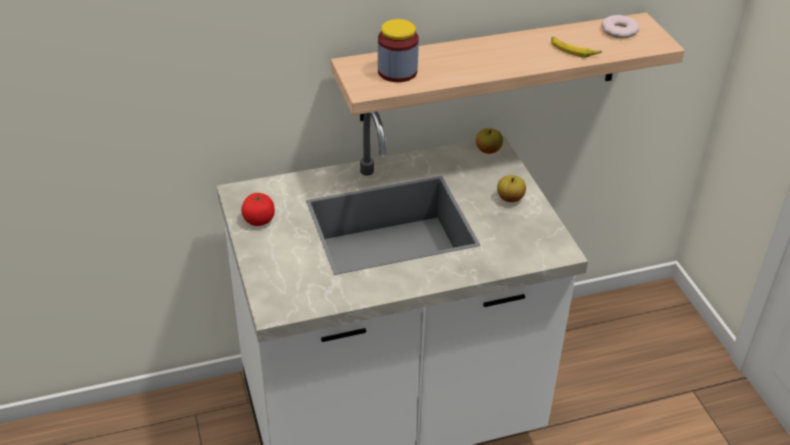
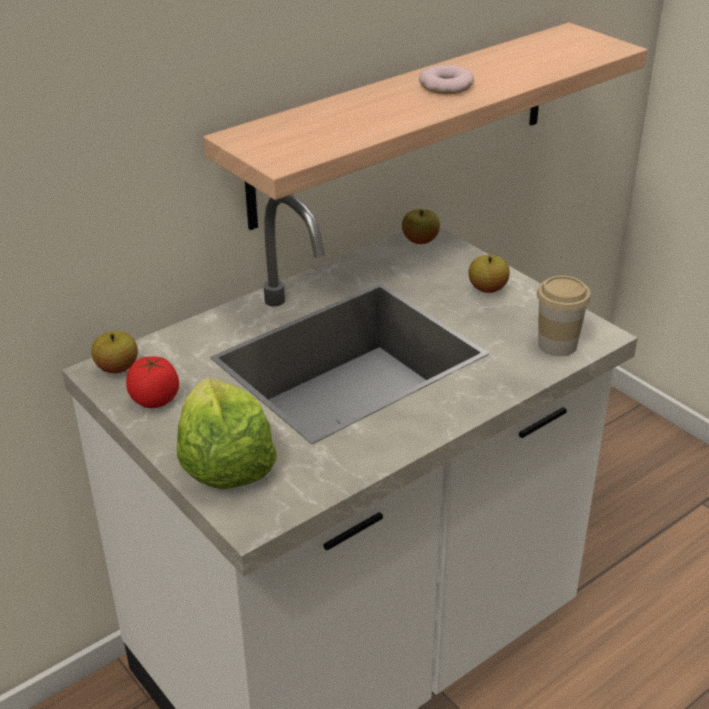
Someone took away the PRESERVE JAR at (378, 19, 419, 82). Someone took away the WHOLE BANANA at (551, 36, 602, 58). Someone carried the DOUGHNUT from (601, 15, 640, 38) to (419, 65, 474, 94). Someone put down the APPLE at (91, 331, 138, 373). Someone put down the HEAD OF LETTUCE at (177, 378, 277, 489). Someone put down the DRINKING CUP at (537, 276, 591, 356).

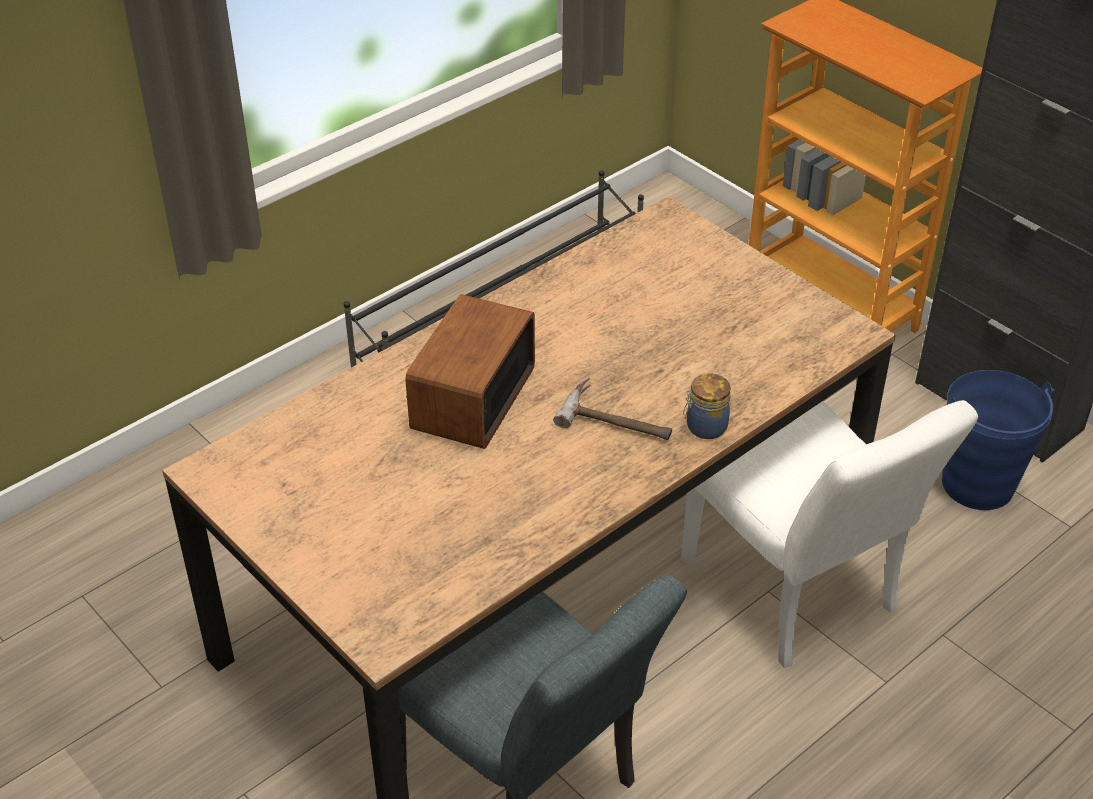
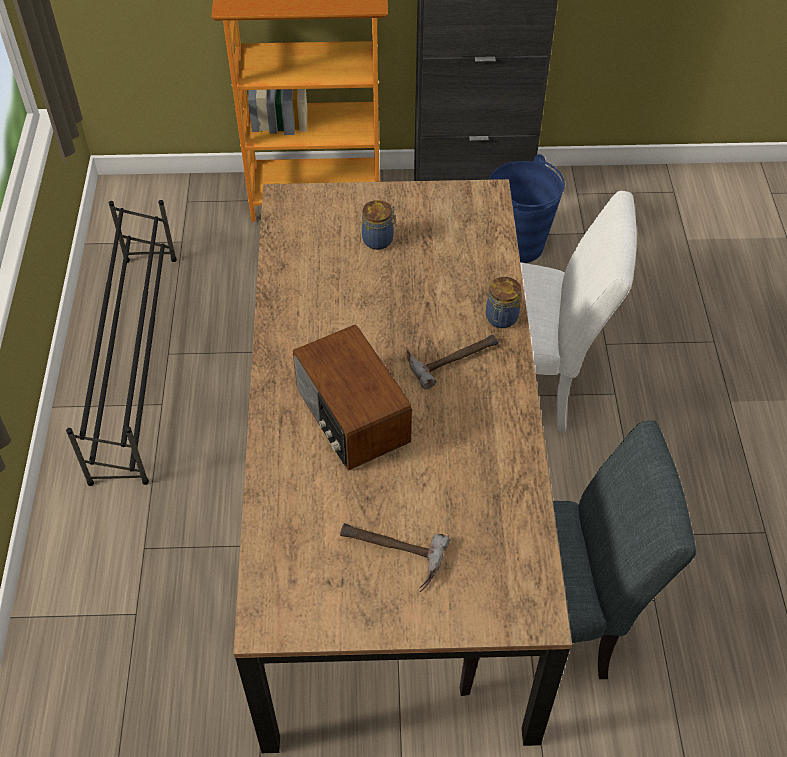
Someone put down the HAND HAMMER at (340, 523, 450, 592). Someone put down the PRESERVE JAR at (362, 200, 396, 250).

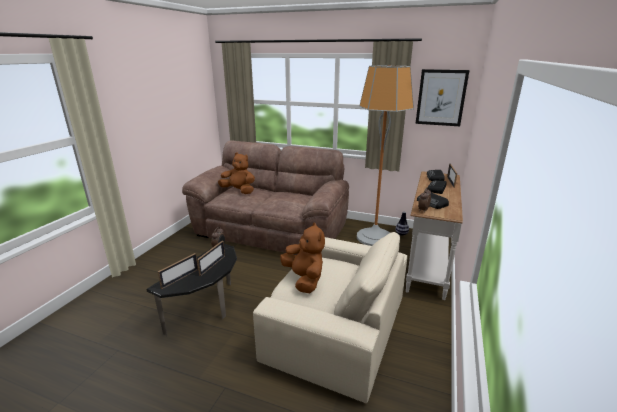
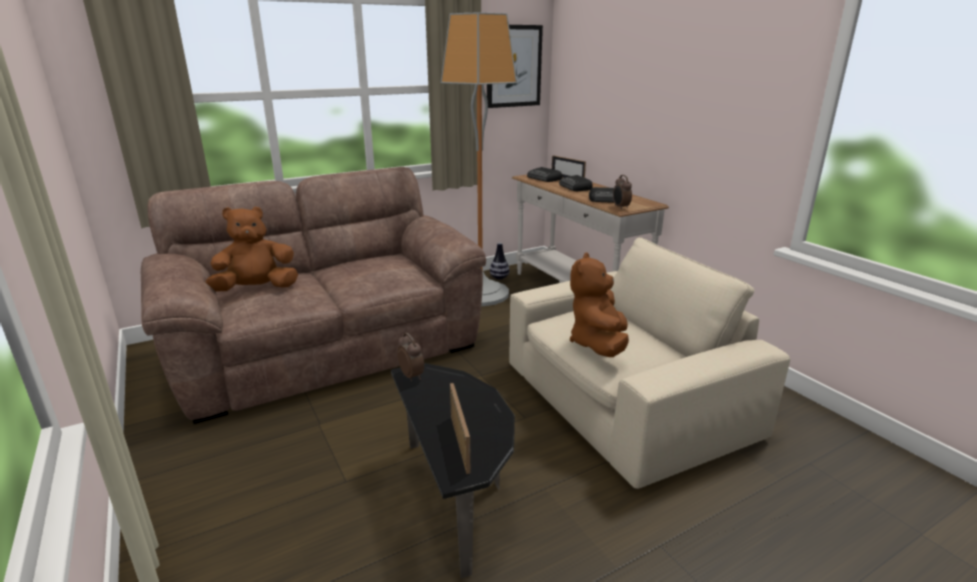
Someone took away the PHOTO FRAME at (197, 241, 225, 276). Someone rotated the BROWN-COLOURED PLUSH TOY at (280, 222, 325, 293) by 90 degrees counterclockwise.

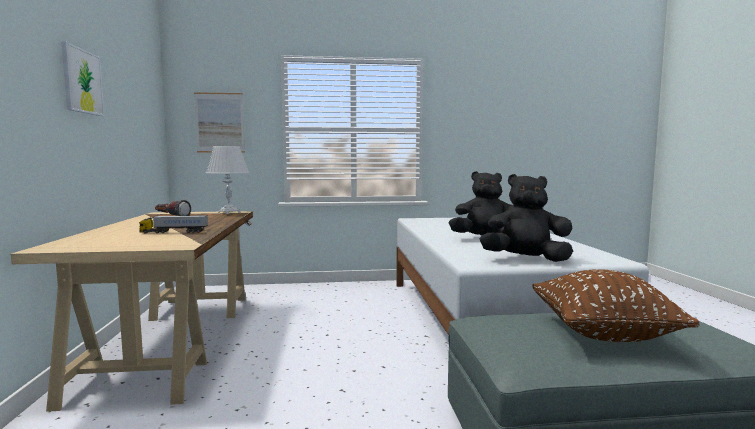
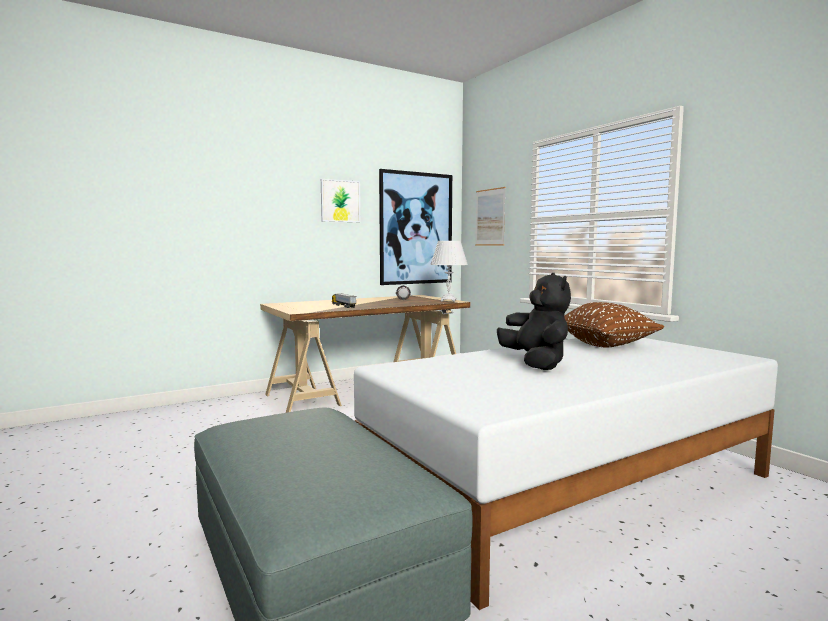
Someone took away the BLACK-COLOURED PLUSH TOY at (480, 174, 573, 262). Someone carried the BROWN-COLOURED CUSHION from (532, 269, 700, 342) to (564, 302, 664, 348). Someone put up the WALL ART at (379, 169, 452, 285).

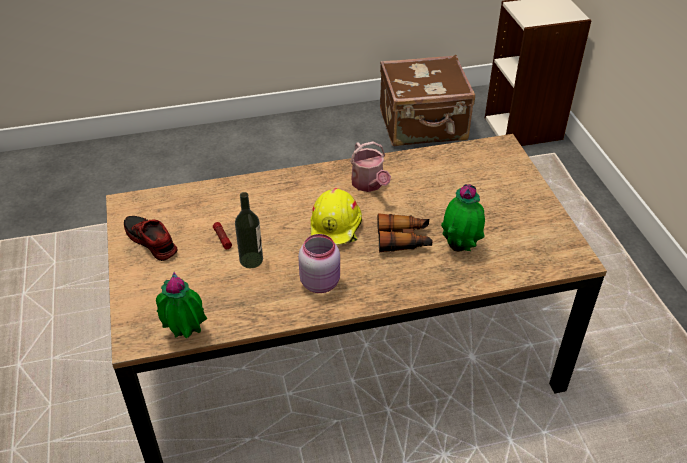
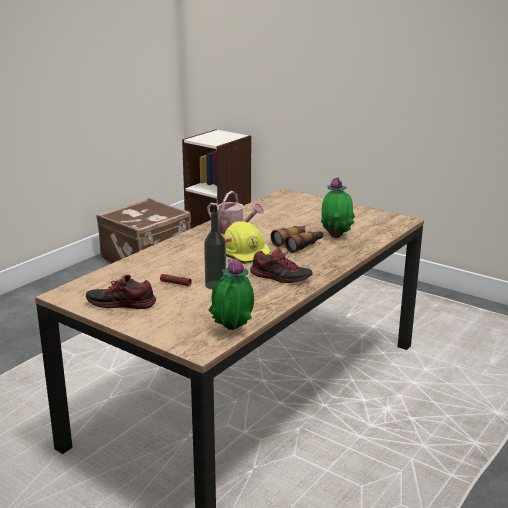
Someone swapped the PINK-COLOURED PRESERVE JAR at (298, 234, 340, 293) for the ITEM OF FOOTWEAR at (250, 248, 312, 283).

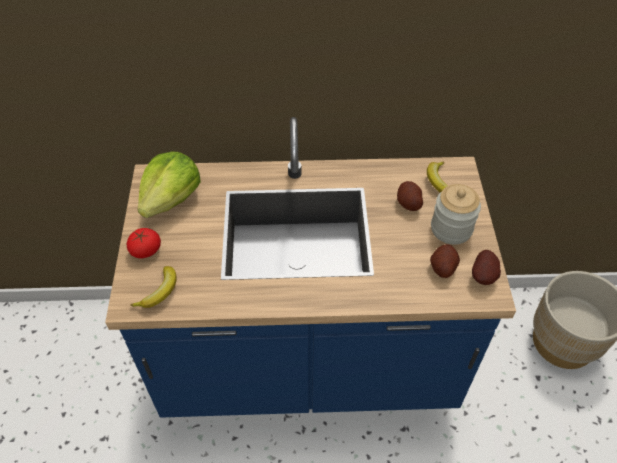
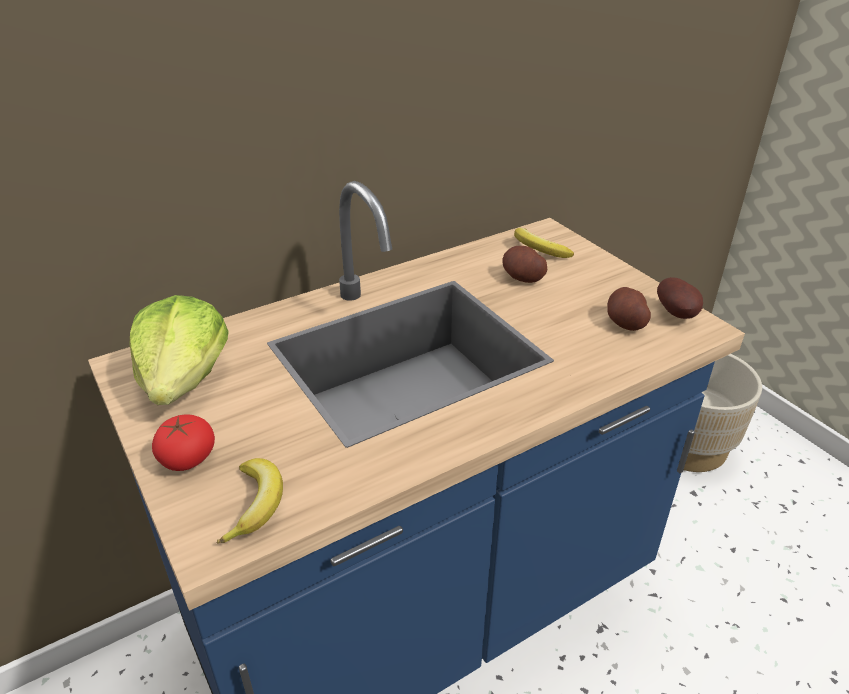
Someone took away the PRESERVE JAR at (431, 184, 481, 244).

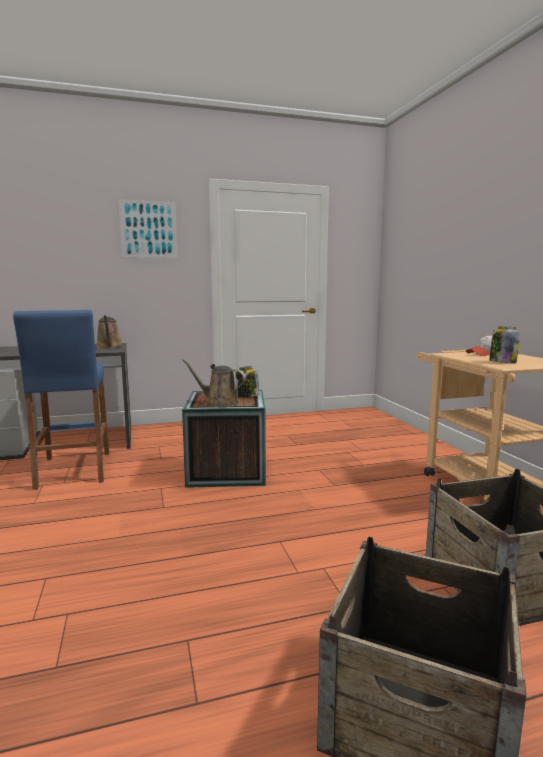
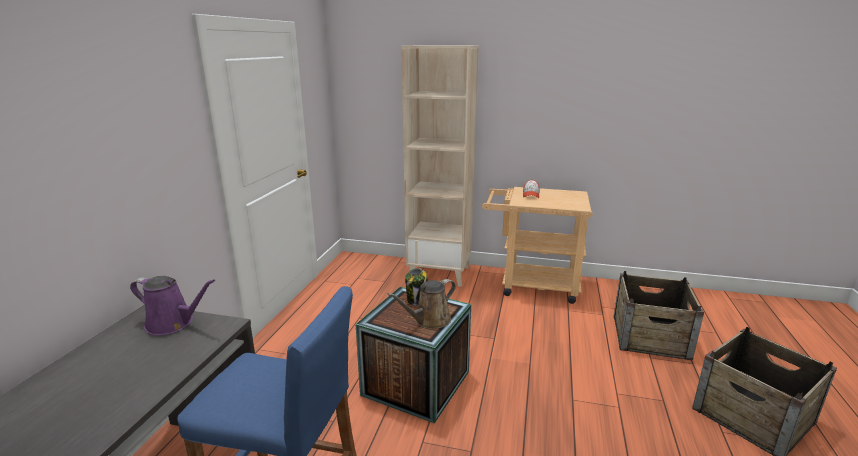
Someone repainted the BROWN-COLOURED WATERING POT at (96, 315, 123, 348), which became the PURPLISH WATERING POT at (130, 276, 215, 335). Someone took away the WALL ART at (119, 199, 178, 258). Someone took away the PRESERVE JAR at (489, 326, 520, 363). Someone put down the SAND-COLOURED BOOKSHELF at (401, 46, 479, 287).

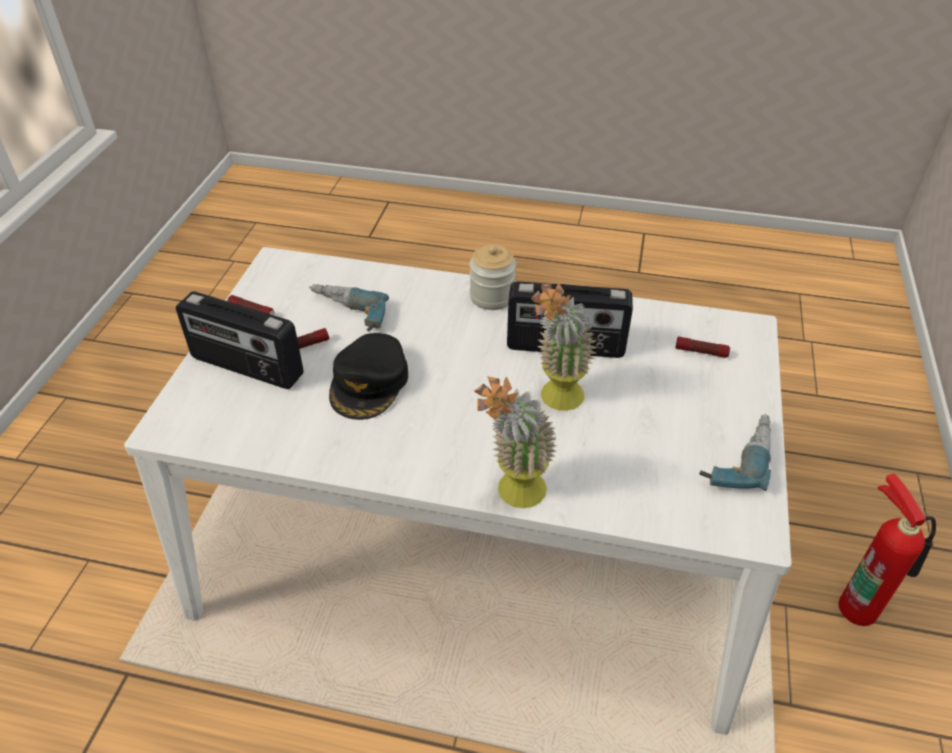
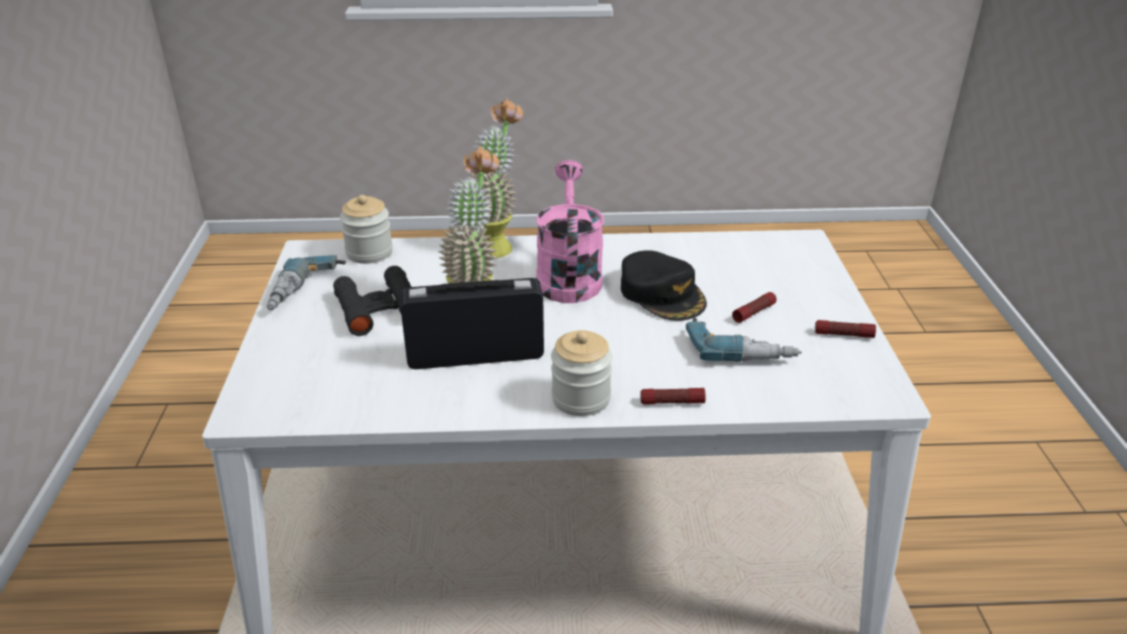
Someone took away the RADIO RECEIVER at (176, 291, 304, 389). Someone rotated the BLACK-COLOURED PEAKED CAP at (329, 333, 408, 420) by 150 degrees clockwise. Someone carried the HAND TORCH from (675, 336, 730, 358) to (640, 388, 705, 404). Someone took away the EXTINGUISHER at (838, 474, 936, 626). Someone put down the BLACK-COLOURED PAIR OF BINOCULARS at (333, 266, 412, 336). Someone put down the PRESERVE JAR at (340, 195, 393, 264). Someone put down the PINK-COLOURED WATERING POT at (536, 160, 604, 303).

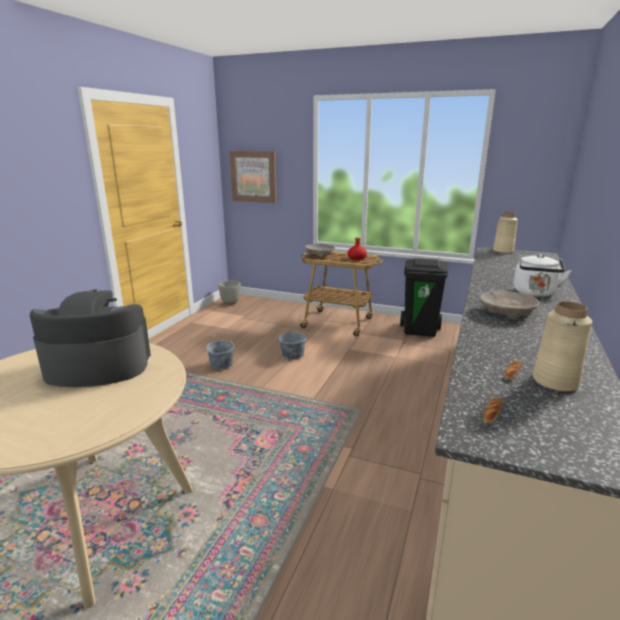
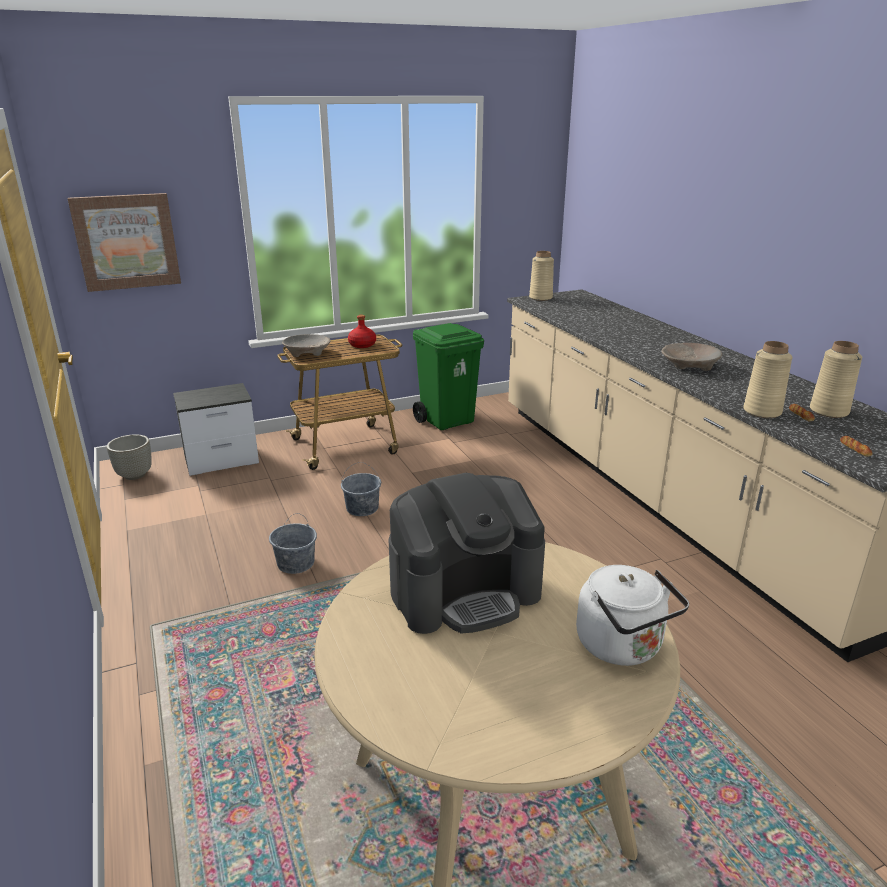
Someone rotated the COFFEE MACHINE at (30, 290, 151, 387) by 150 degrees counterclockwise. Someone repainted the BLACK-COLOURED WASTE BIN at (400, 258, 448, 337), which became the GREEN WASTE BIN at (413, 323, 484, 430). Someone carried the WHITISH TEA KETTLE from (513, 254, 571, 297) to (576, 565, 689, 666). Someone put down the NIGHTSTAND at (173, 383, 259, 476). Someone put down the SAND-COLOURED FLOWER VASE at (744, 341, 793, 418).

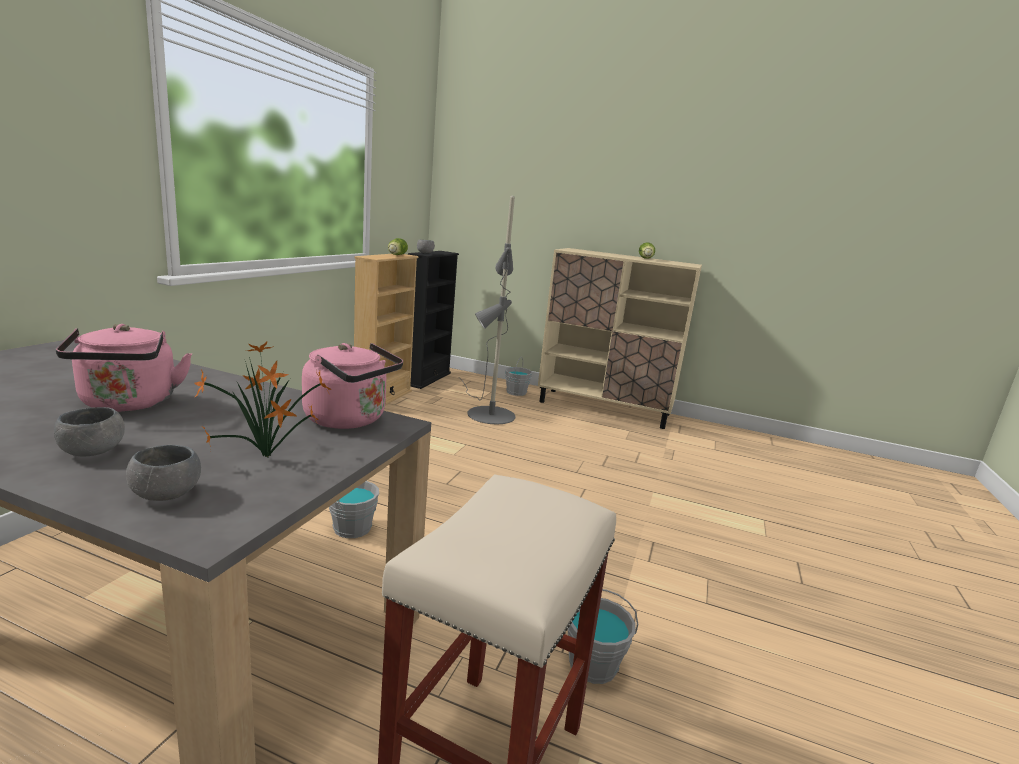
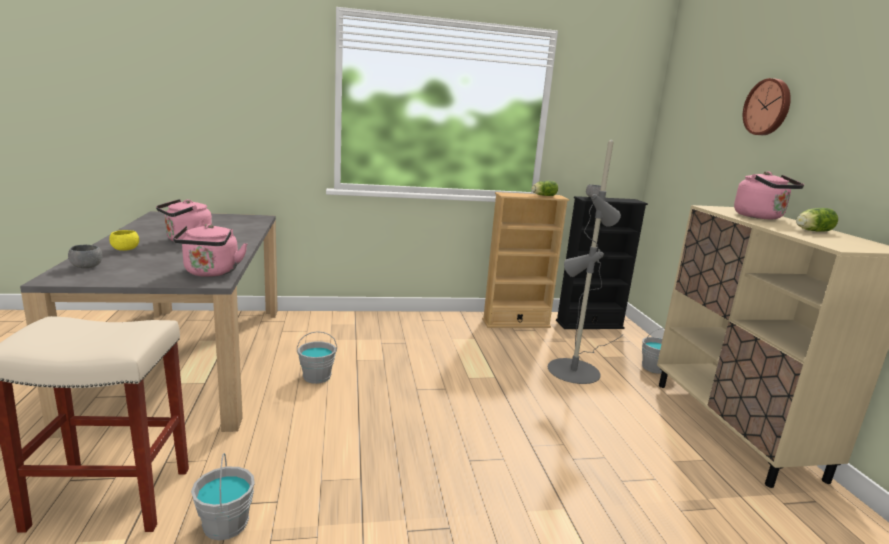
Someone repainted the GREY DEEP DISH at (54, 407, 125, 457), which became the YELLOW-COLOURED DEEP DISH at (109, 230, 139, 251). Someone took away the HOUSEPLANT at (194, 341, 331, 458). Someone put down the PINK-COLOURED TEA KETTLE at (734, 171, 804, 219). Someone put up the WALL CLOCK at (743, 78, 791, 135).

